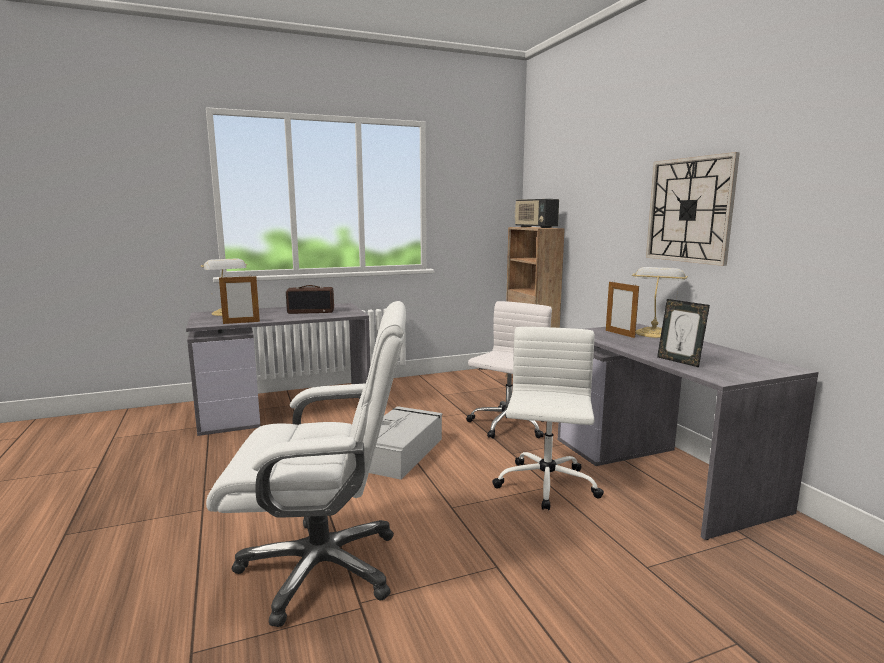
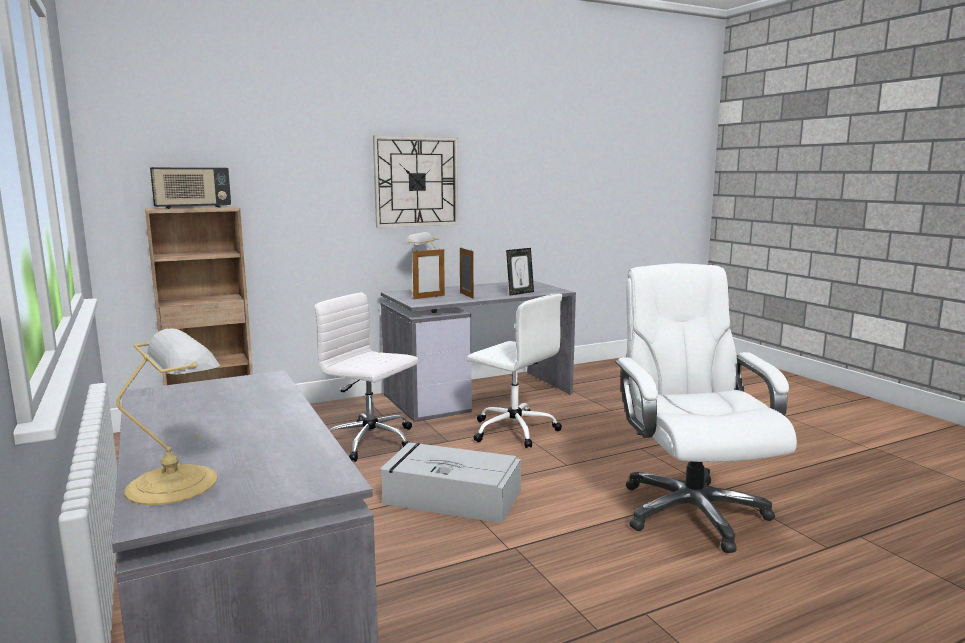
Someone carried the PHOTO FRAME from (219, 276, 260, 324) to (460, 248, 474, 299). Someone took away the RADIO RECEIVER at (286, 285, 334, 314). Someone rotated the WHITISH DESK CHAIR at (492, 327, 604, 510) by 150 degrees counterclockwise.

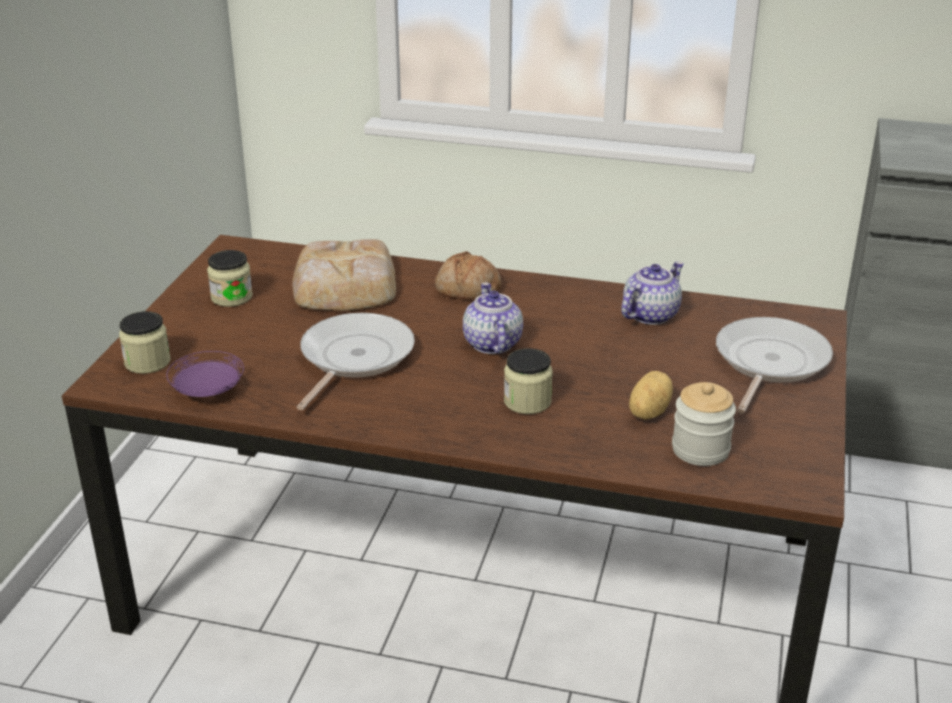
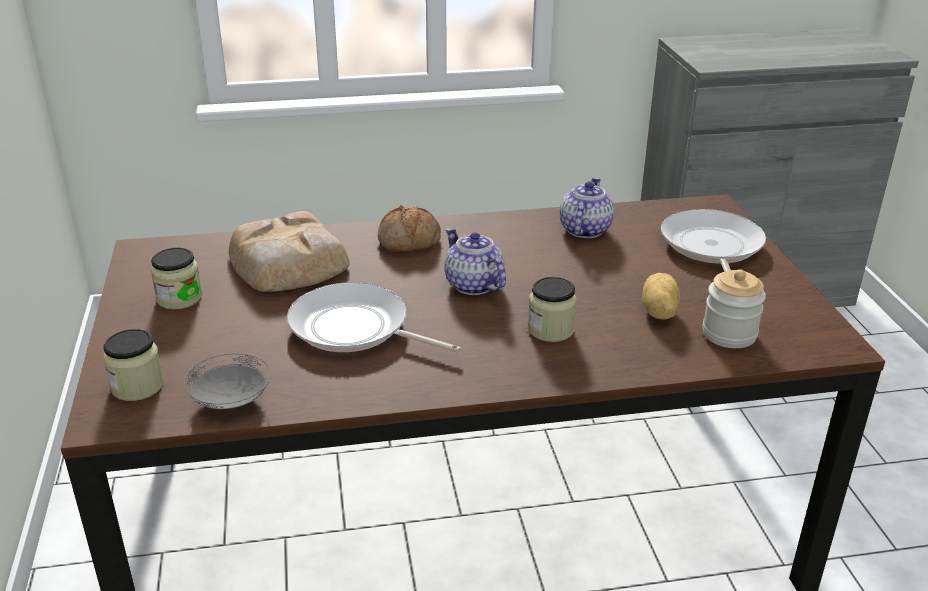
Someone repainted the PURPLISH FLAT DISH at (166, 351, 244, 397), which became the GREY FLAT DISH at (184, 353, 271, 409). Someone rotated the PAN at (297, 313, 415, 410) by 60 degrees counterclockwise.

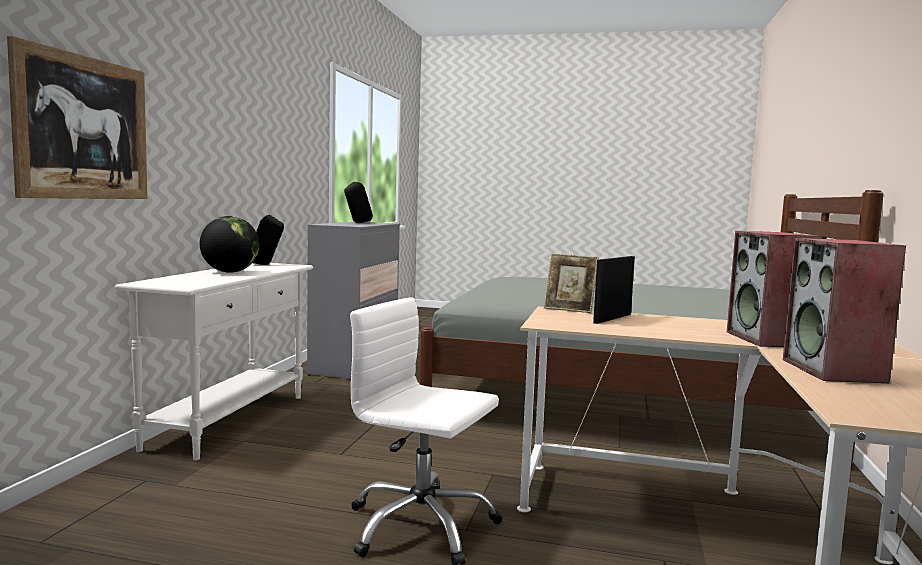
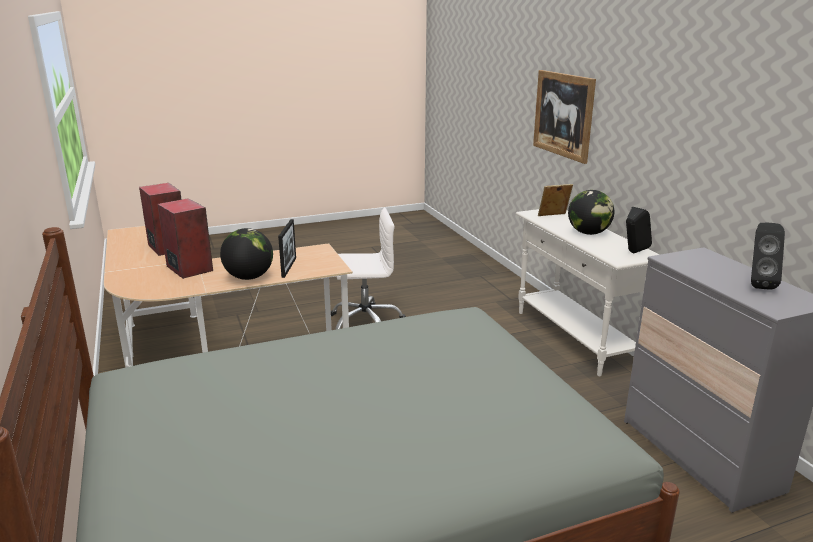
Someone carried the PHOTO FRAME from (544, 253, 599, 313) to (538, 184, 573, 216). Someone put down the DESK GLOBE at (220, 228, 273, 280).

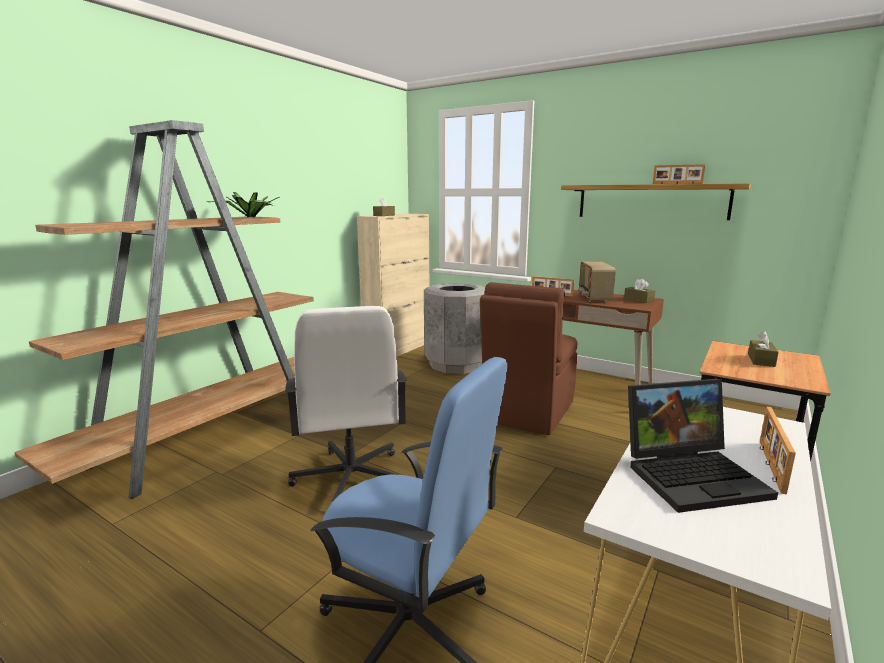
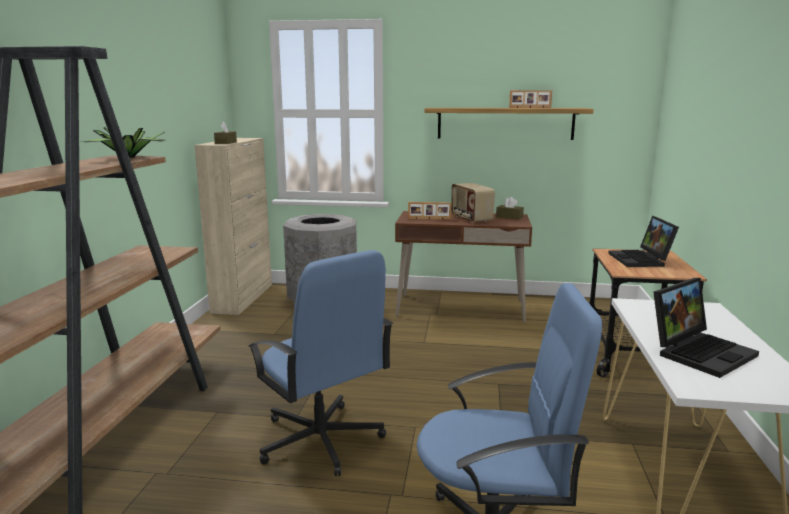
Someone repainted the WHITISH DESK CHAIR at (285, 306, 407, 502), which became the BLUISH DESK CHAIR at (248, 250, 393, 476). Someone took away the BROWN-COLOURED PLAIN CHAIR at (480, 282, 578, 435). Someone swapped the BROWN-COLOURED BOX OF TISSUES at (748, 331, 779, 367) for the LAPTOP at (608, 216, 679, 267). Someone took away the PHOTO FRAME at (760, 406, 796, 495).

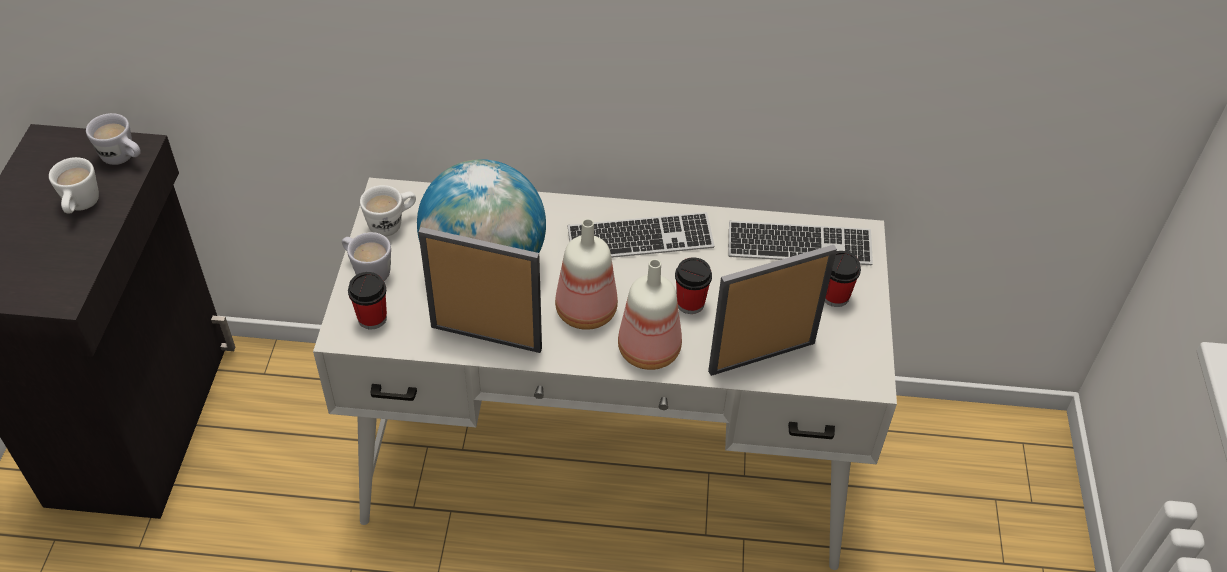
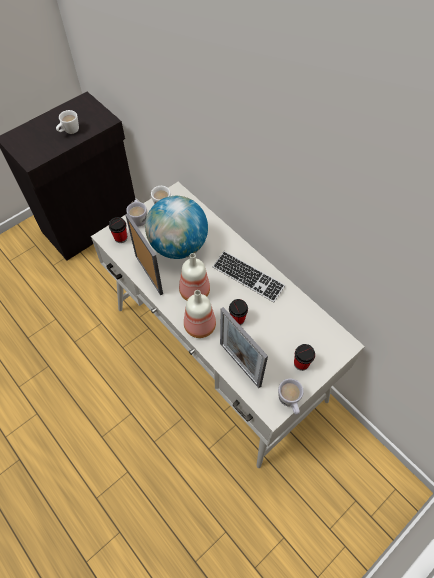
Someone carried the WHITISH MUG from (86, 113, 141, 165) to (278, 379, 304, 415). Someone rotated the PHOTO FRAME at (708, 245, 837, 376) by 150 degrees counterclockwise. Someone took away the PC KEYBOARD at (728, 221, 873, 265).

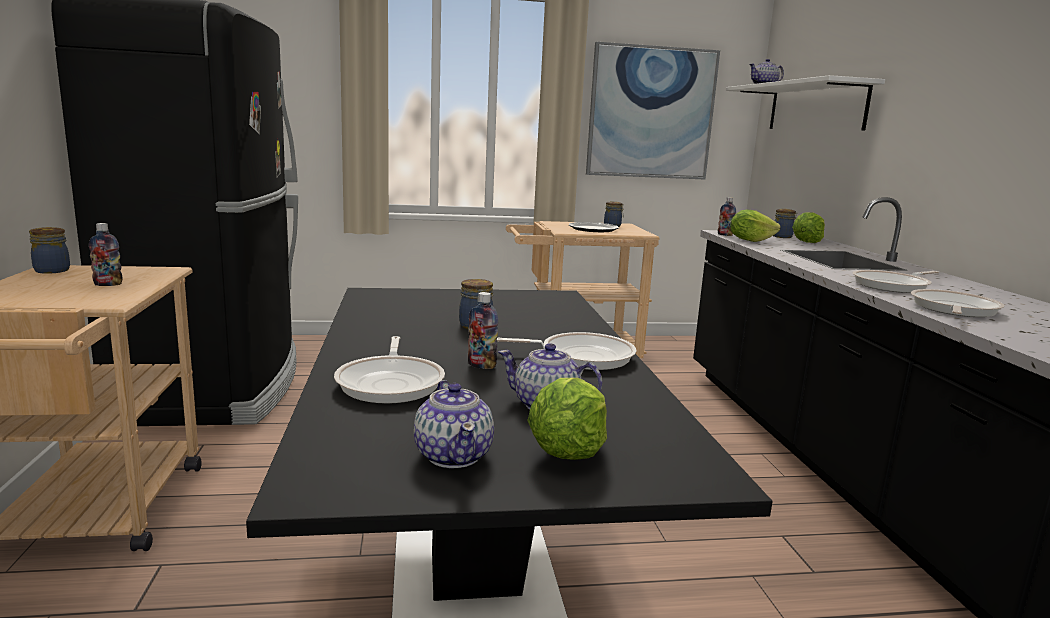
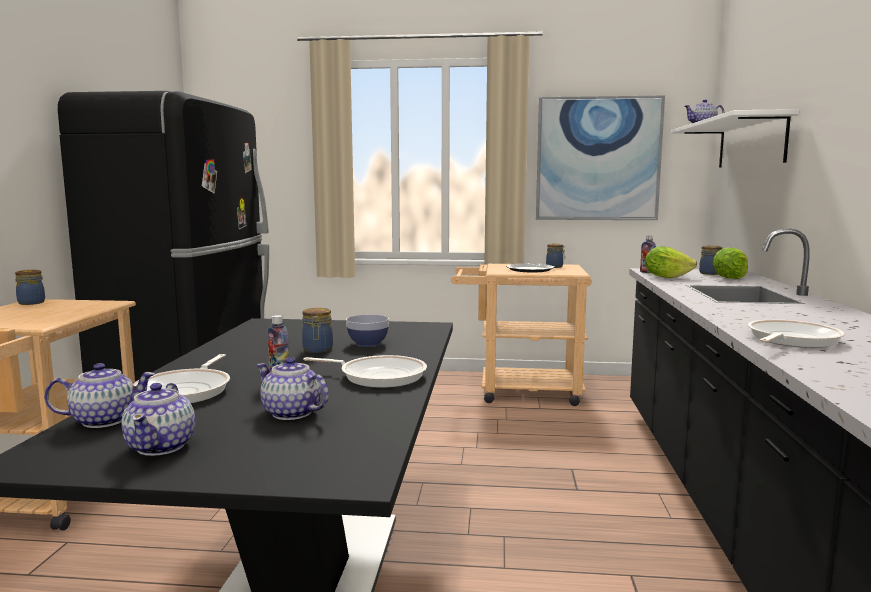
Someone took away the BEVERAGE BOTTLE at (89, 223, 123, 286). Someone took away the HEAD OF LETTUCE at (527, 378, 607, 460). Someone took away the PAN at (852, 270, 939, 293). Someone put down the POT FOR TEA at (44, 363, 155, 428). Someone put down the DEEP DISH at (346, 314, 389, 347).

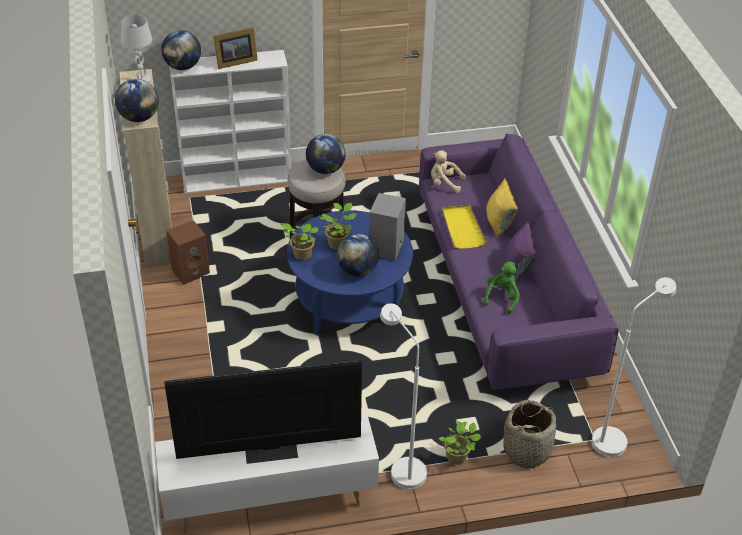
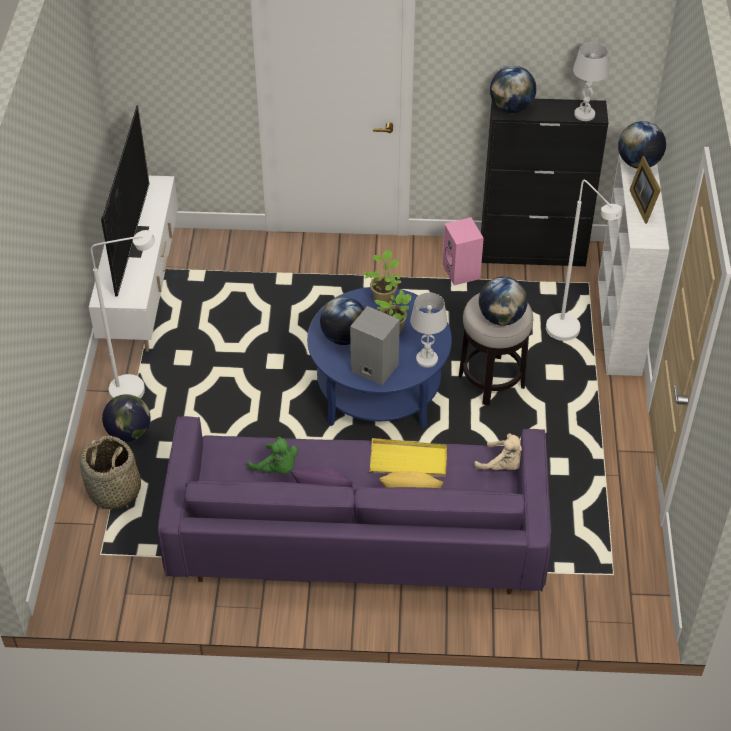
Someone repainted the SAND-COLOURED CUPBOARD at (120, 69, 172, 265), which became the BLACK-COLOURED CUPBOARD at (481, 99, 608, 266). Someone repainted the BROWN-COLOURED LOUDSPEAKER at (167, 220, 210, 285), which became the PINK-COLOURED LOUDSPEAKER at (442, 217, 484, 285). Someone rotated the SAND-COLOURED PLUSH TOY at (431, 150, 465, 193) by 90 degrees clockwise. Someone swapped the HOUSEPLANT at (439, 420, 482, 465) for the DESK GLOBE at (102, 394, 151, 442). Someone carried the WHITISH FLOOR LAMP from (592, 277, 676, 457) to (546, 179, 622, 341). Someone put down the WHITISH LAMP FOR A TABLE at (410, 292, 447, 368).

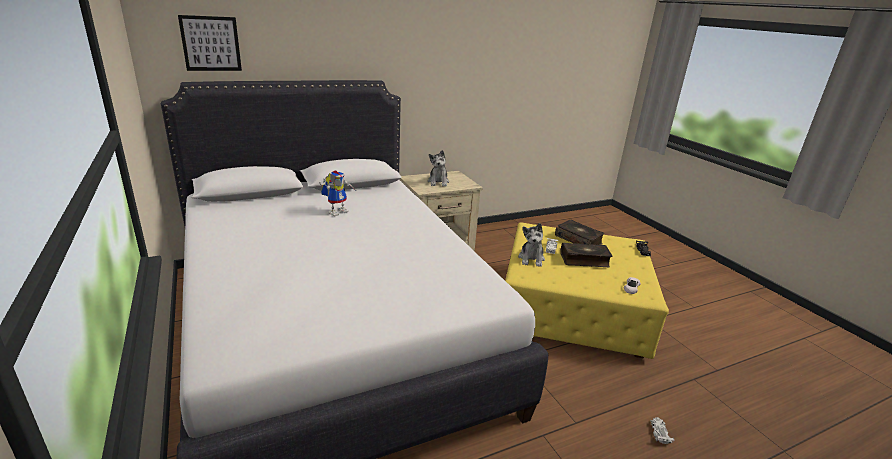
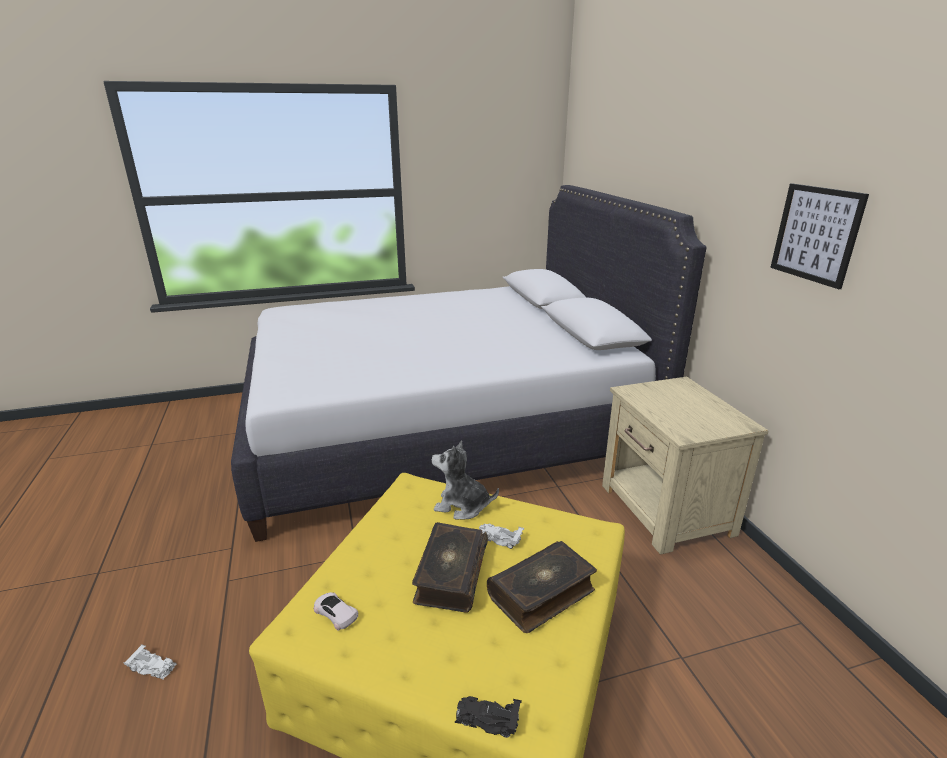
Someone carried the WALL ART from (178, 15, 242, 71) to (770, 183, 869, 289). Someone took away the ROBOT FIGURE at (319, 170, 355, 217). Someone took away the PLUSH TOY at (428, 150, 449, 186).

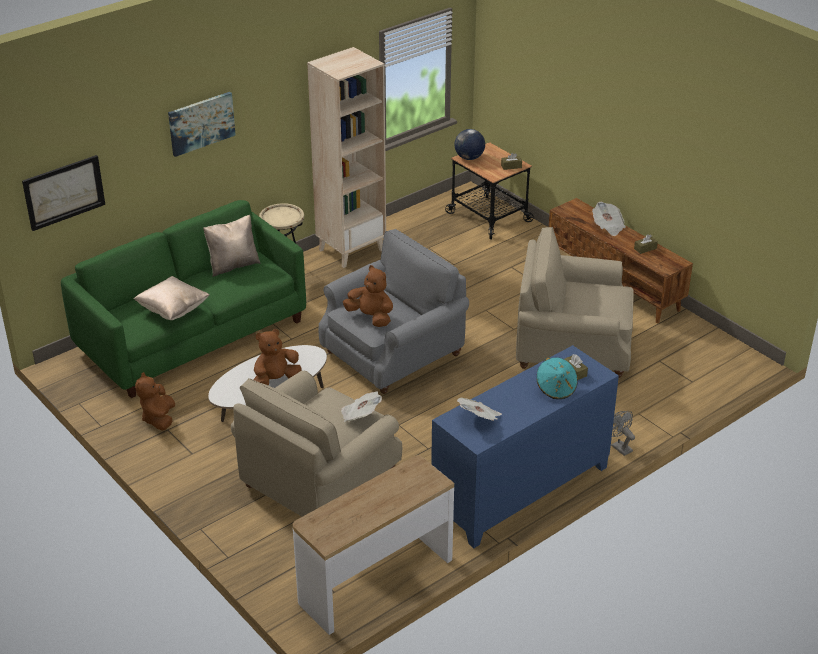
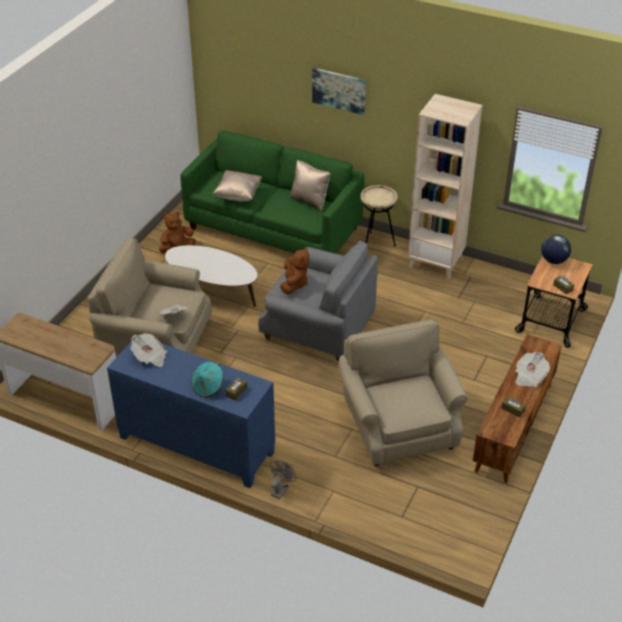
Someone took away the WALL ART at (22, 155, 105, 231). Someone took away the BROWN-COLOURED PLUSH TOY at (254, 329, 302, 386).

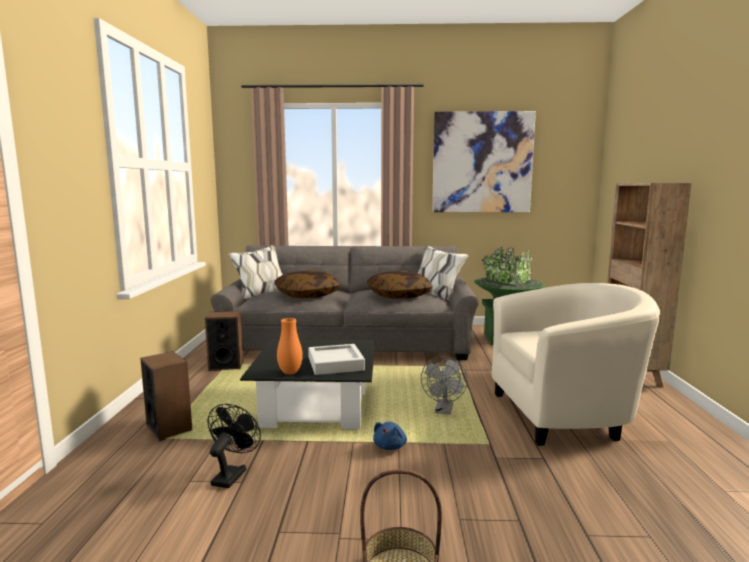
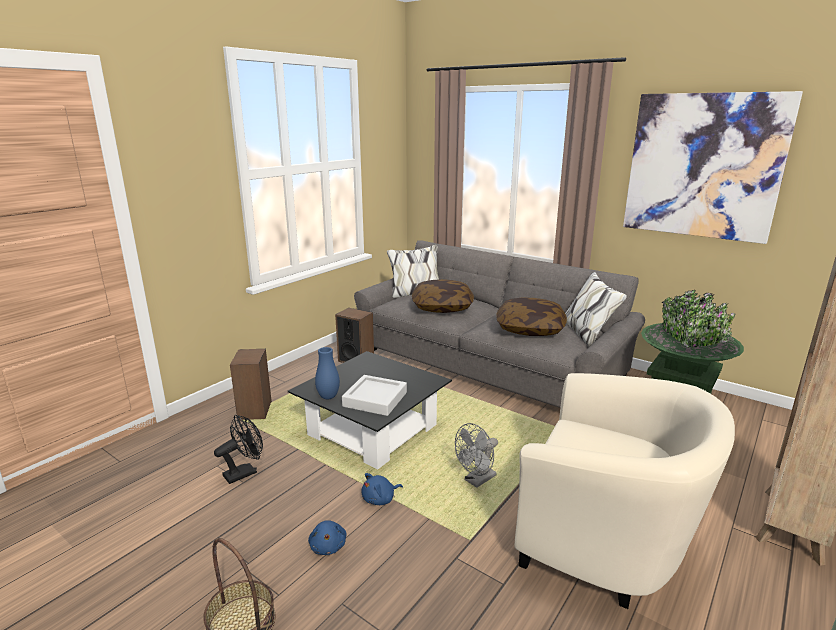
Someone repainted the ORANGE-COLOURED FLOWER VASE at (277, 318, 303, 375), which became the BLUISH FLOWER VASE at (315, 347, 340, 399). Someone put down the BLUISH PLUSH TOY at (308, 520, 347, 555).

